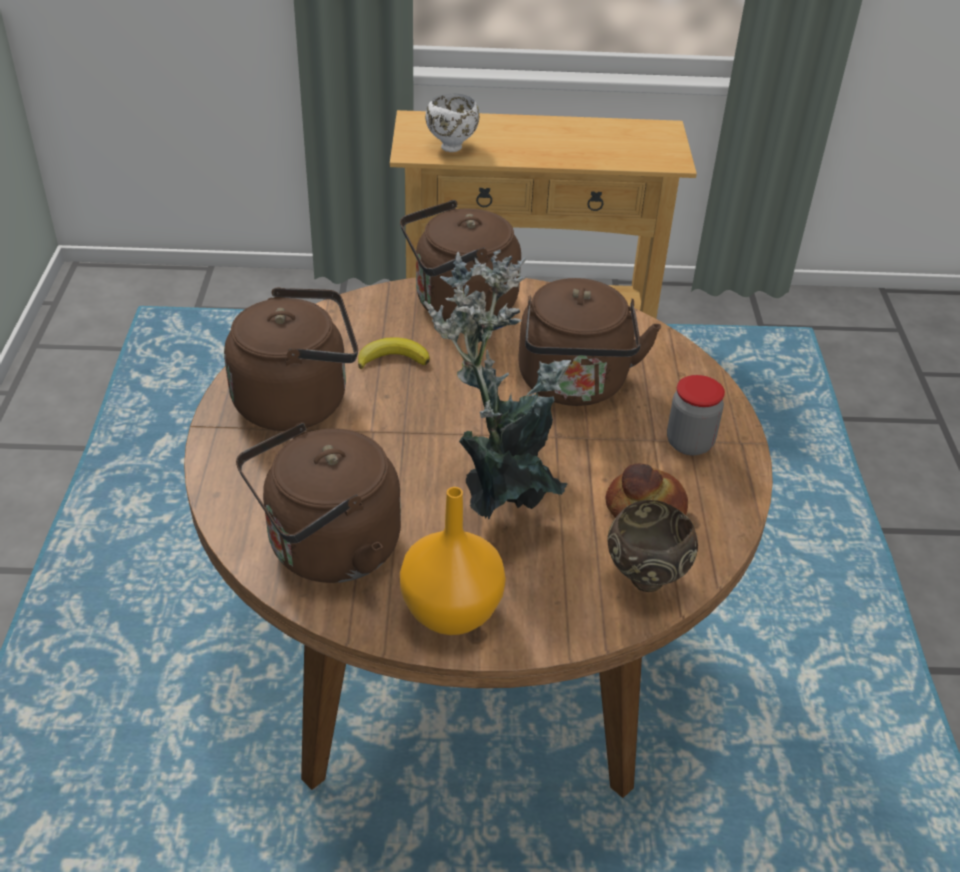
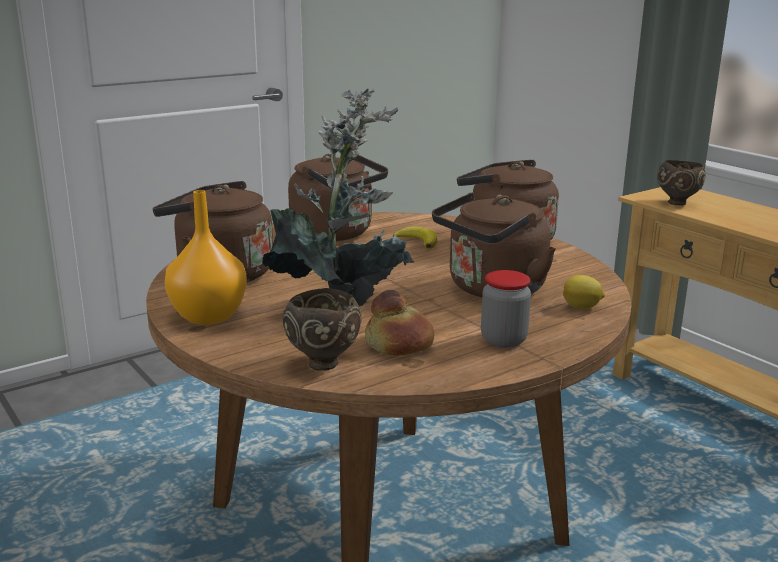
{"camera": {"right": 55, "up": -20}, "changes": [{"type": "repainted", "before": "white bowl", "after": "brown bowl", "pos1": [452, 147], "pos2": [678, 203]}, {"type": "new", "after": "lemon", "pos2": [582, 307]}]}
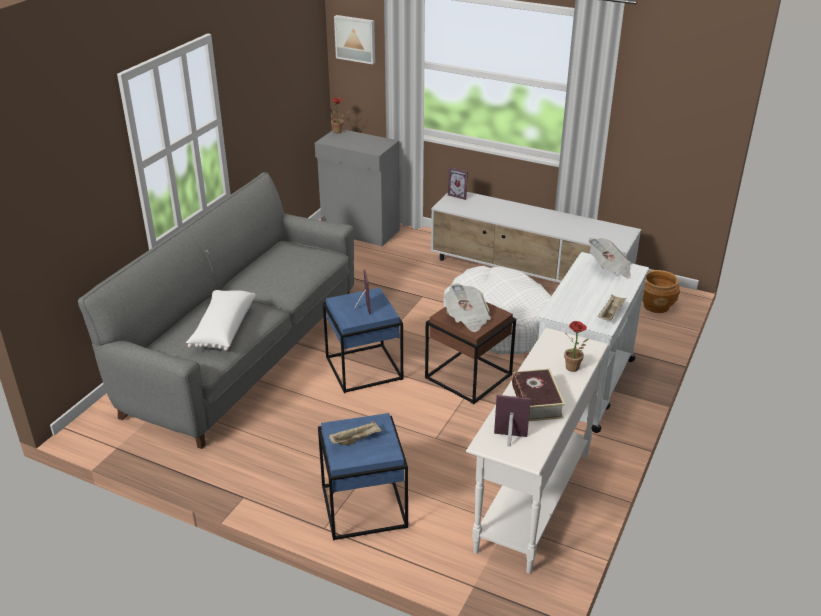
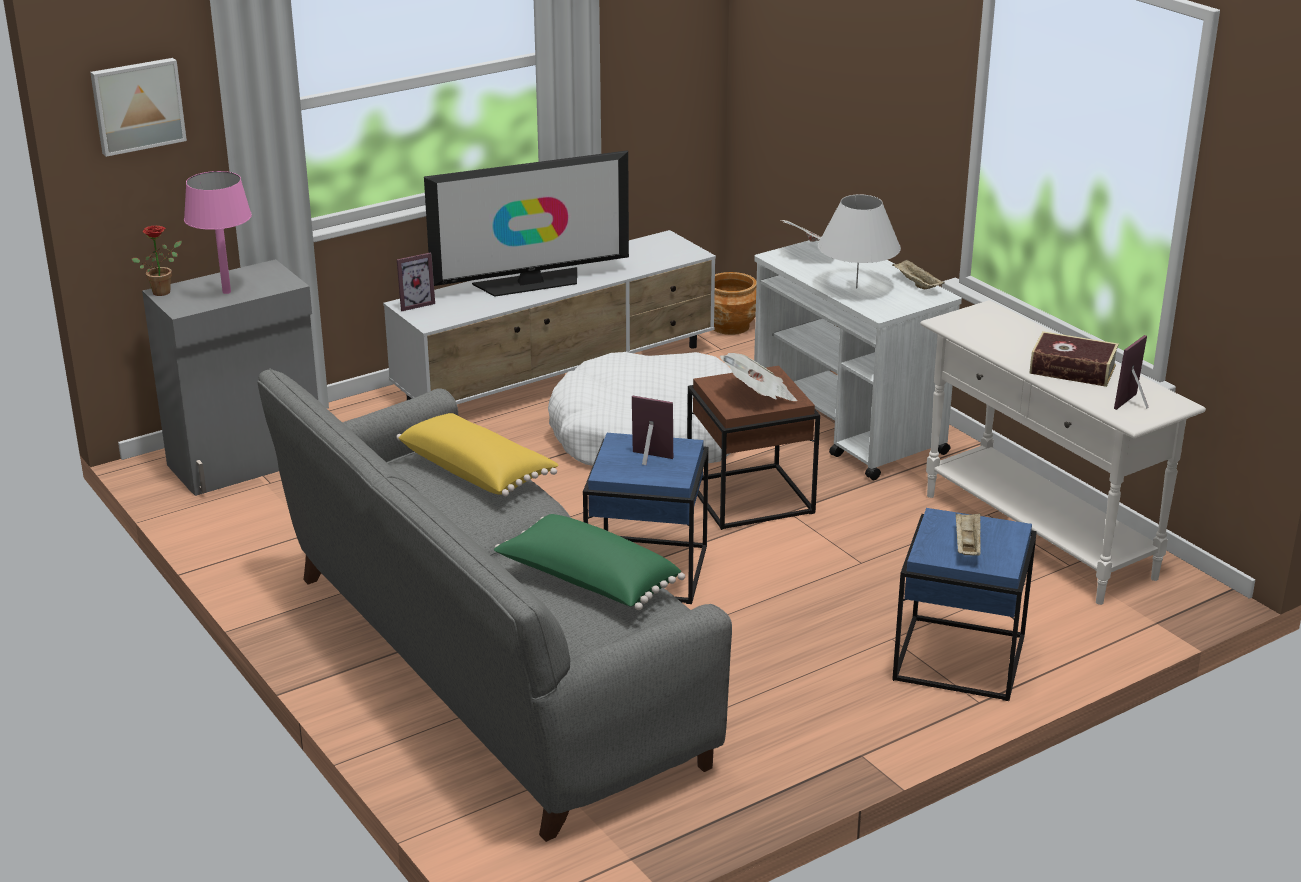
{"camera": {"right": -60, "up": -5}, "changes": [{"type": "repainted", "before": "white pillow", "after": "green pillow", "pos1": [222, 329], "pos2": [587, 582]}, {"type": "gone", "before": "potted plant", "pos1": [574, 369]}, {"type": "new", "after": "pink table lamp", "pos2": [227, 292]}, {"type": "new", "after": "yellow pillow", "pos2": [478, 471]}, {"type": "new", "after": "television", "pos2": [530, 283]}, {"type": "new", "after": "white table lamp", "pos2": [856, 288]}]}
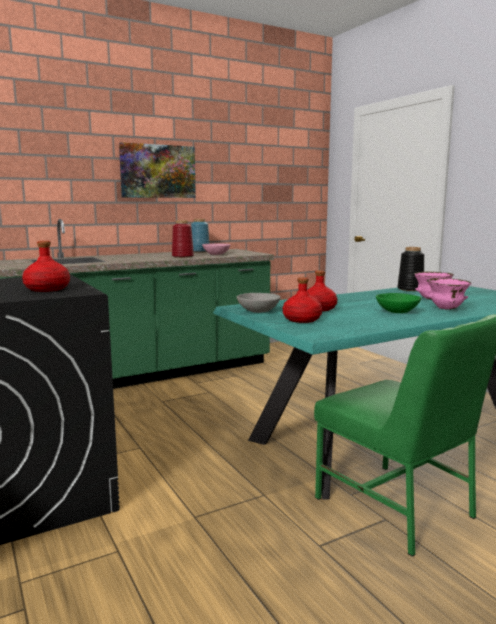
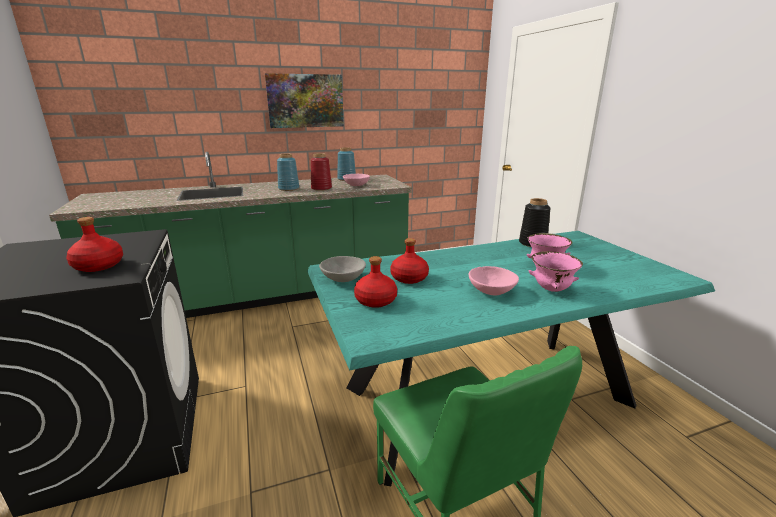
{"camera": {"right": 10, "up": 10}, "changes": [{"type": "repainted", "before": "green bowl", "after": "pink bowl", "pos1": [397, 312], "pos2": [491, 291]}, {"type": "new", "after": "blue vase", "pos2": [289, 188]}]}
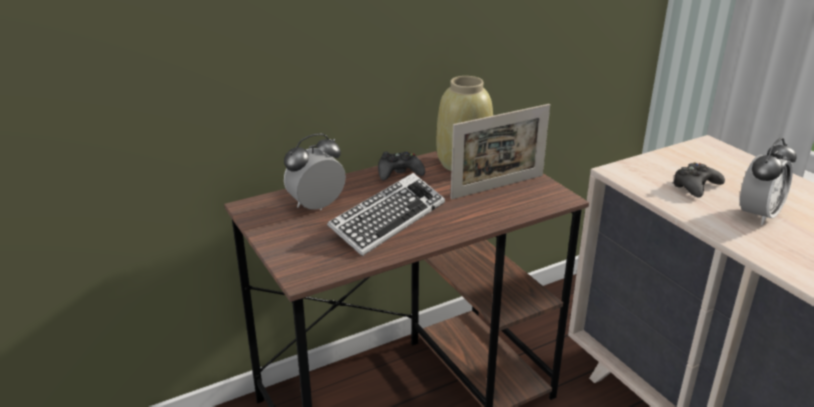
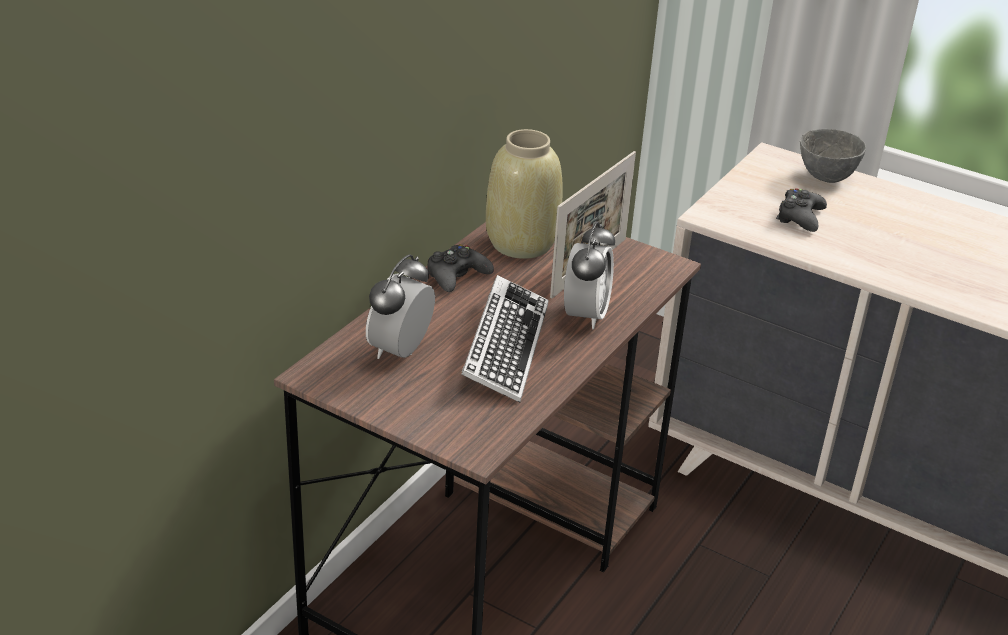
{"camera": {"right": -30, "up": 5}, "changes": [{"type": "shifted", "before": "alarm clock", "pos1": [758, 215], "pos2": [585, 315]}, {"type": "new", "after": "grey bowl", "pos2": [827, 178]}]}
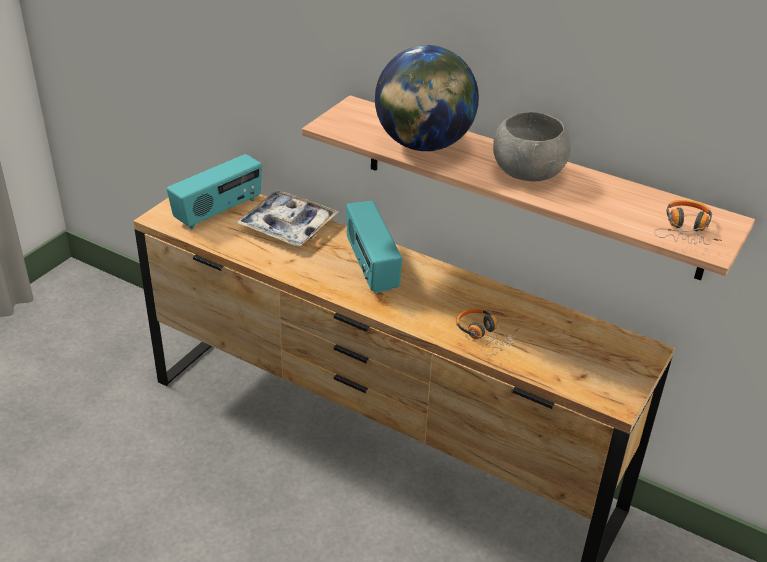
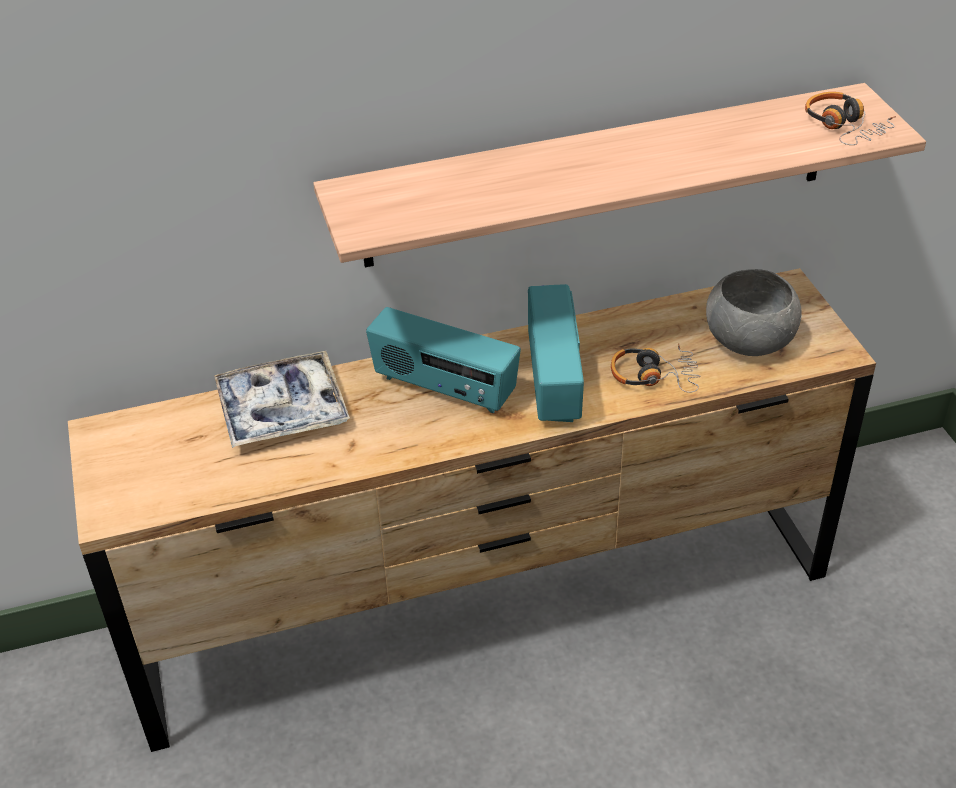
{"camera": {"right": -45, "up": 5}, "changes": [{"type": "shifted", "before": "radio", "pos1": [219, 211], "pos2": [555, 381]}, {"type": "gone", "before": "globe", "pos1": [423, 145]}, {"type": "shifted", "before": "grey bowl", "pos1": [528, 172], "pos2": [748, 340]}]}
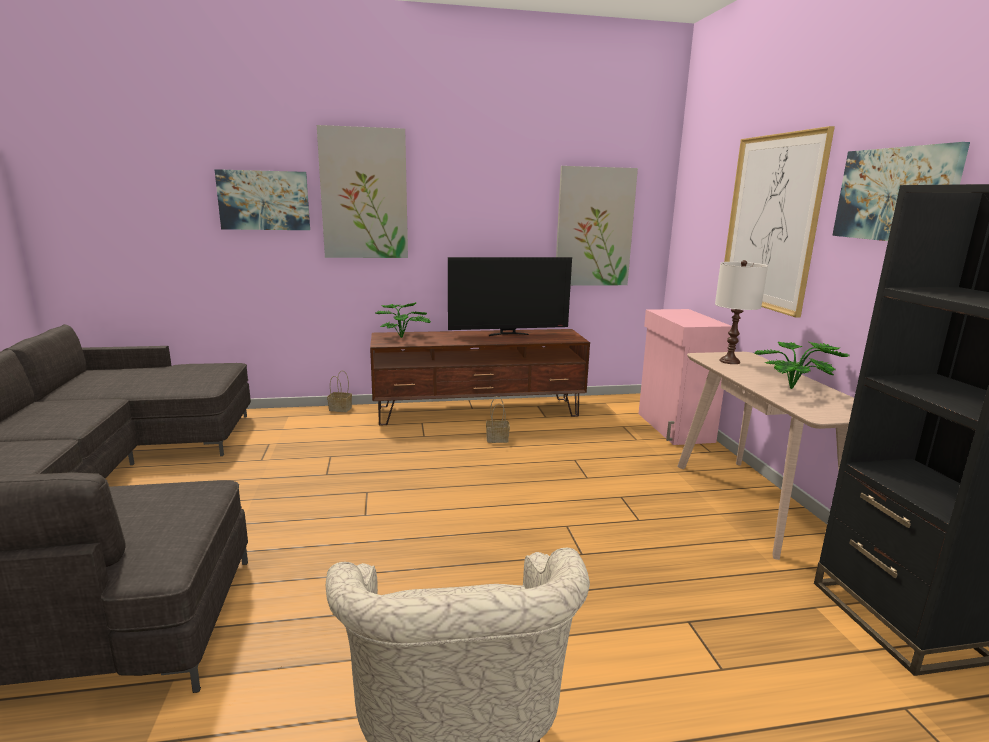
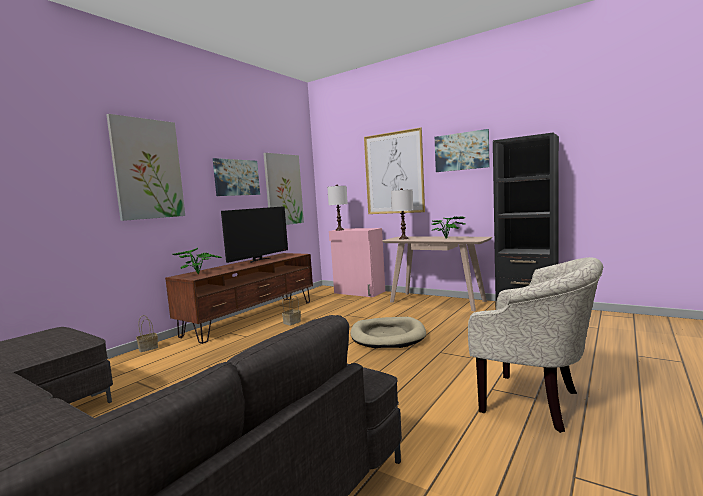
{"camera": {"right": -45, "up": -10}, "changes": [{"type": "shifted", "before": "picture", "pos1": [264, 200], "pos2": [236, 177]}, {"type": "new", "after": "white table lamp", "pos2": [339, 230]}, {"type": "new", "after": "beige dog bed", "pos2": [387, 336]}]}
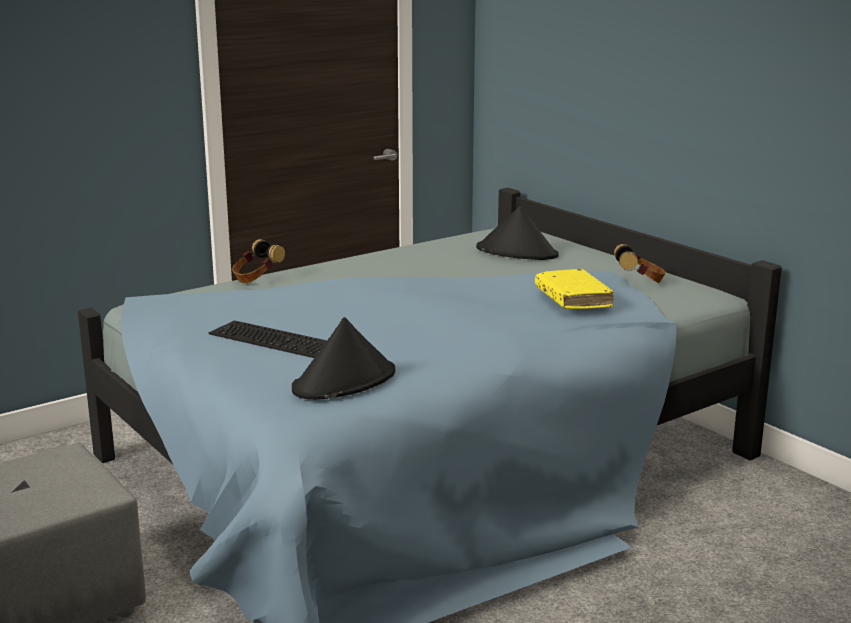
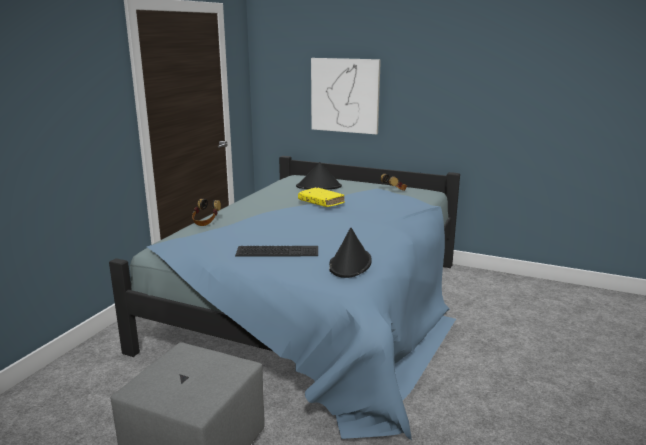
{"camera": {"right": -30, "up": 0}, "changes": [{"type": "shifted", "before": "yellow book", "pos1": [572, 298], "pos2": [321, 202]}, {"type": "new", "after": "picture", "pos2": [345, 95]}]}
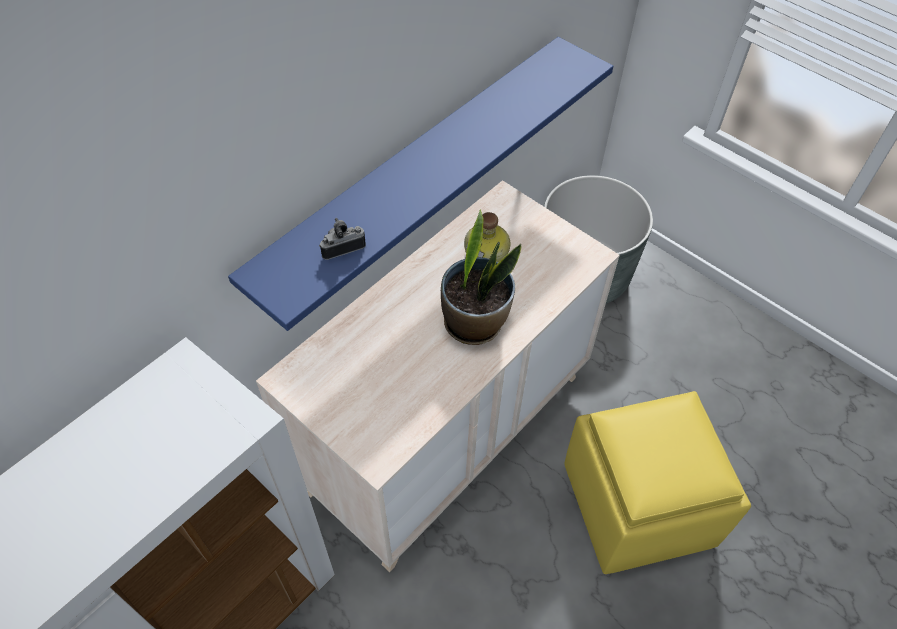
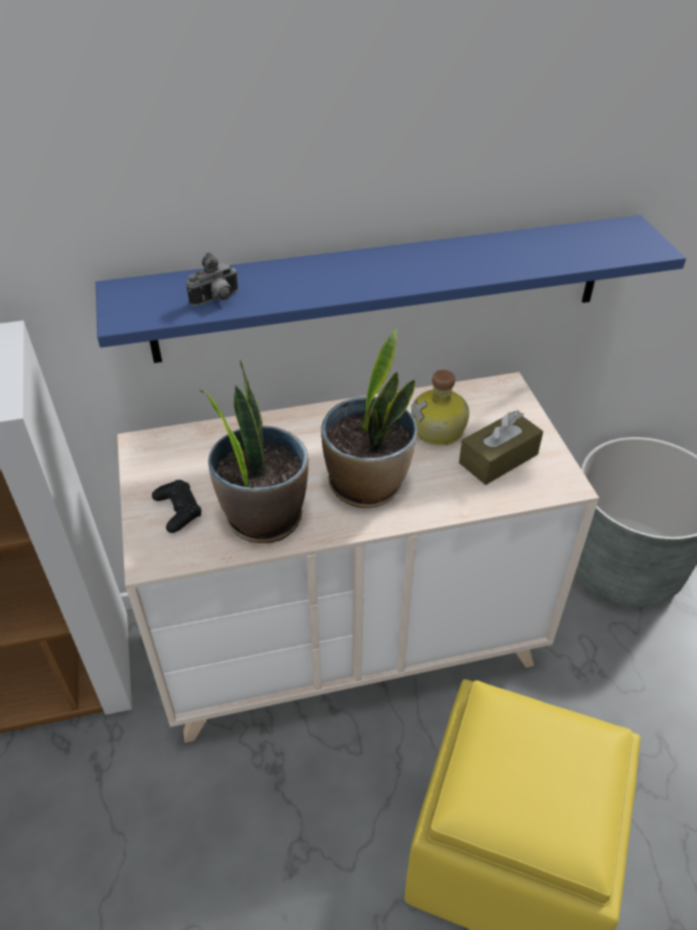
{"camera": {"right": 35, "up": -10}, "changes": [{"type": "rotated", "before": "photo camera", "pos1": [342, 248], "pos2": [217, 300], "turn": 135}, {"type": "new", "after": "black game controller", "pos2": [178, 510]}, {"type": "new", "after": "potted plant", "pos2": [263, 517]}, {"type": "new", "after": "brown tissue box", "pos2": [498, 458]}]}
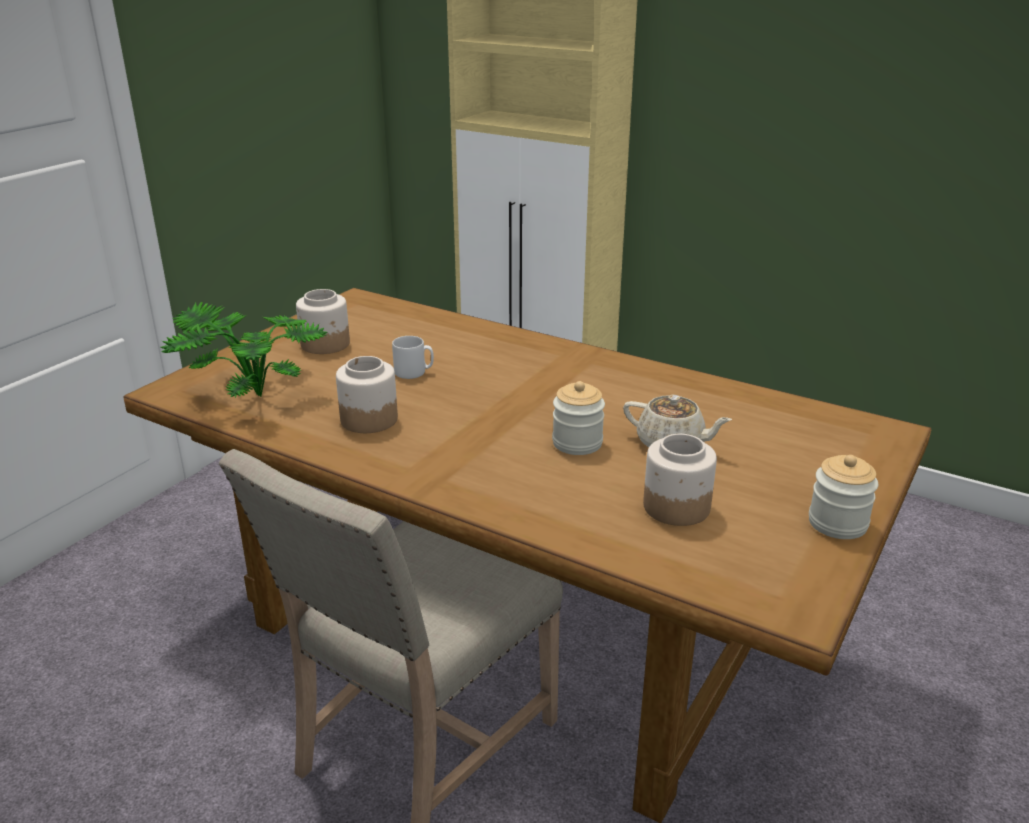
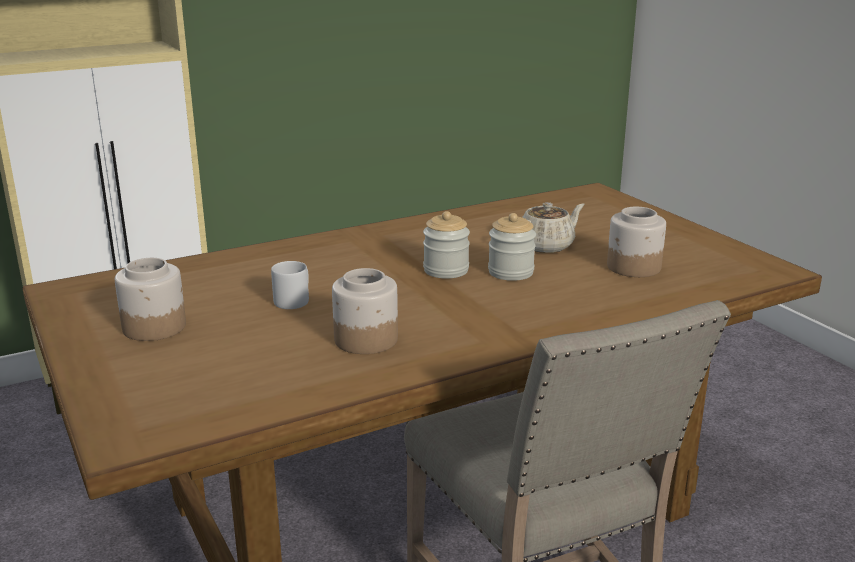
{"camera": {"right": -60, "up": -5}, "changes": [{"type": "gone", "before": "potted plant", "pos1": [252, 394]}, {"type": "shifted", "before": "jar", "pos1": [837, 523], "pos2": [446, 270]}]}
